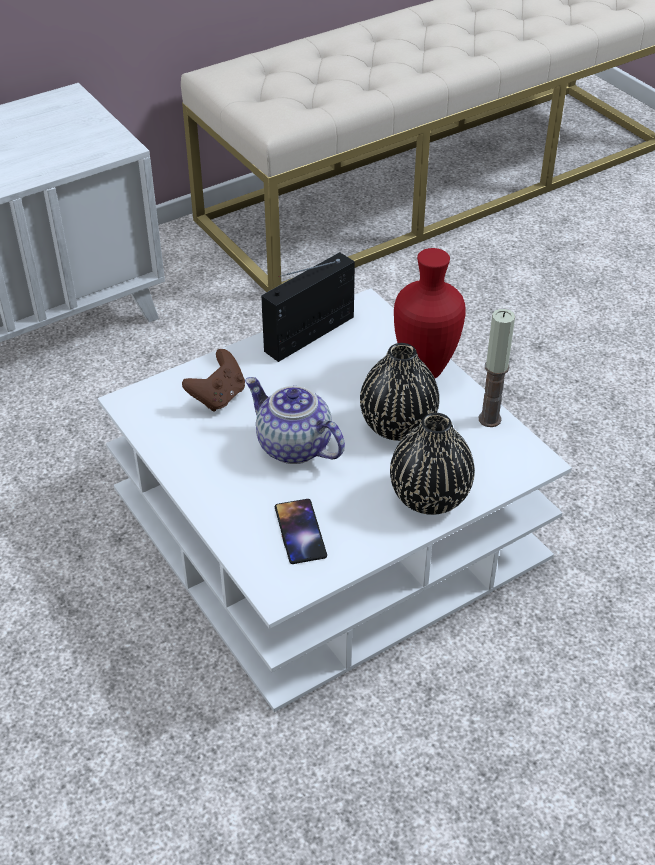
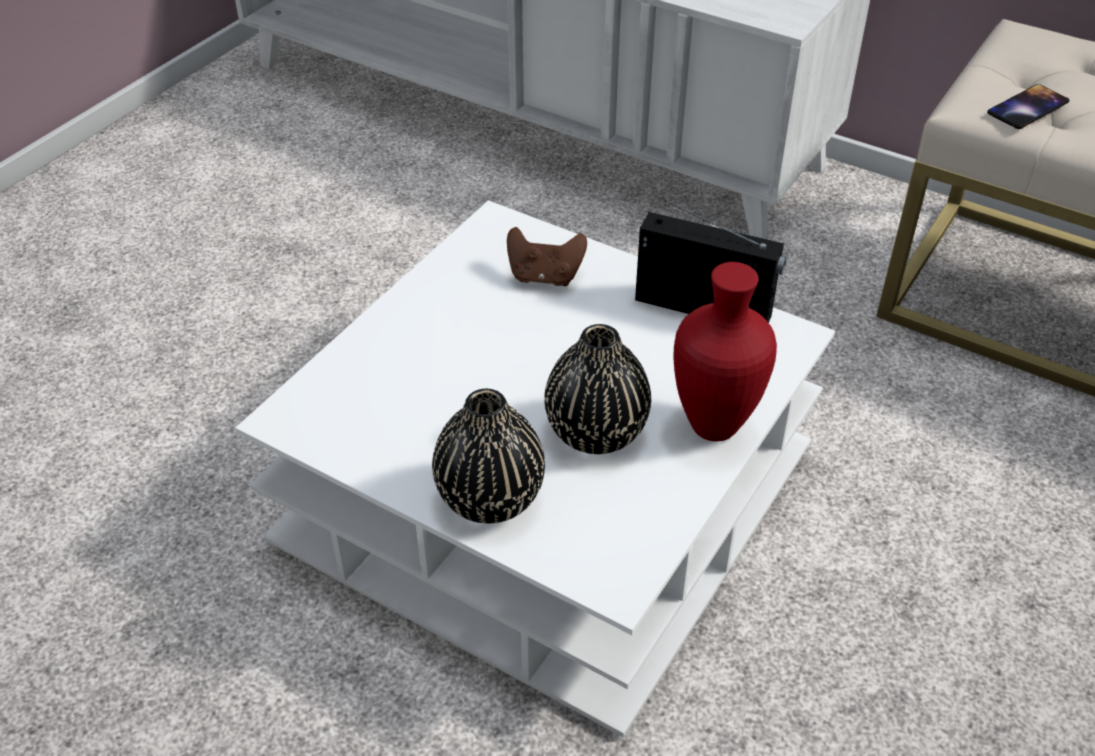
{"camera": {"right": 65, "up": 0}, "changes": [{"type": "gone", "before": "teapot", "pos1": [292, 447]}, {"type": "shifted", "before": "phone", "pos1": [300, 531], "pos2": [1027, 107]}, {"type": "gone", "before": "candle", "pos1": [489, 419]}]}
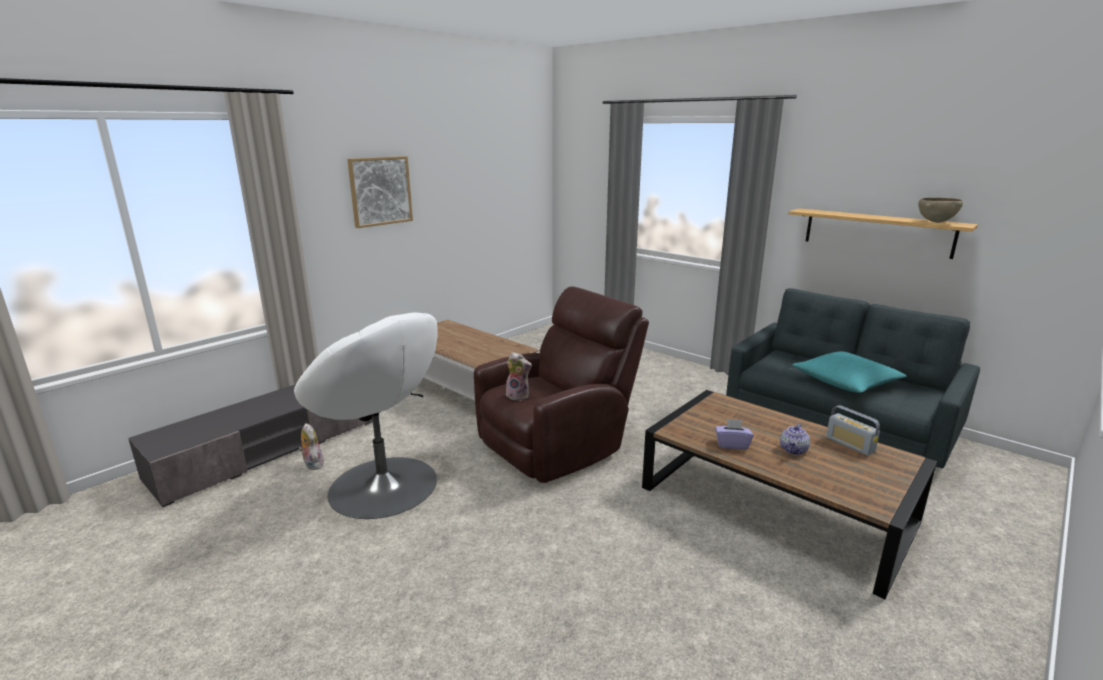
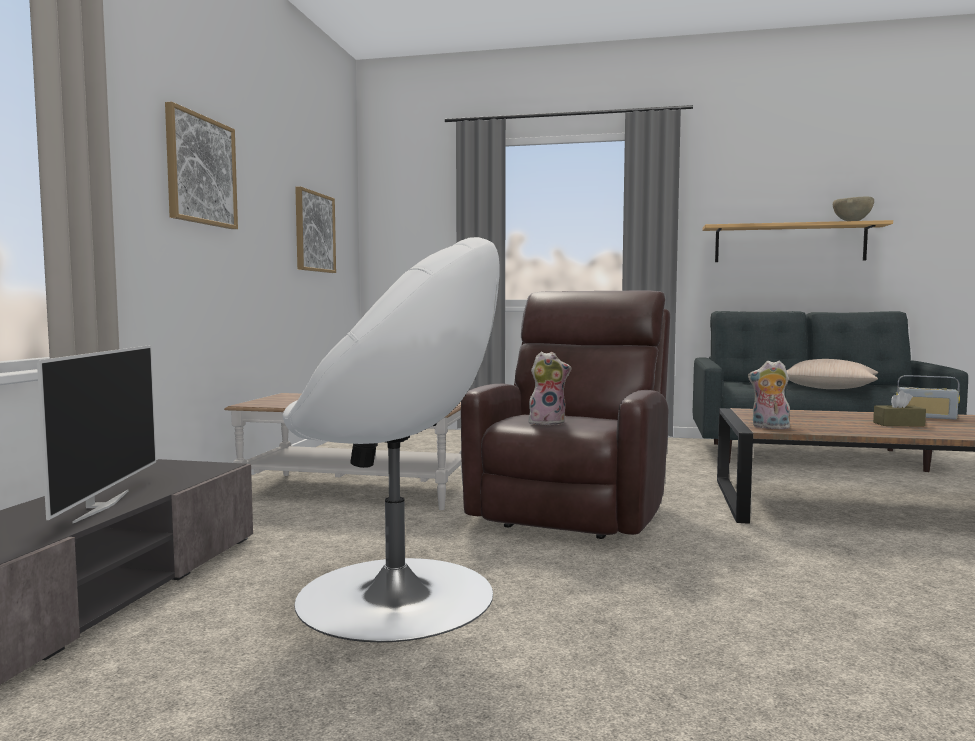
{"camera": {"right": -30, "up": -15}, "changes": [{"type": "shifted", "before": "plush toy", "pos1": [312, 464], "pos2": [769, 427]}, {"type": "gone", "before": "purple tissue box", "pos1": [732, 444]}, {"type": "swapped", "before": "teapot", "after": "brown tissue box", "pos1": [793, 450], "pos2": [898, 424]}, {"type": "repainted", "before": "turquoise pillow", "after": "beige pillow", "pos1": [846, 382], "pos2": [829, 388]}, {"type": "new", "after": "television", "pos2": [100, 506]}, {"type": "new", "after": "picture", "pos2": [314, 232]}]}
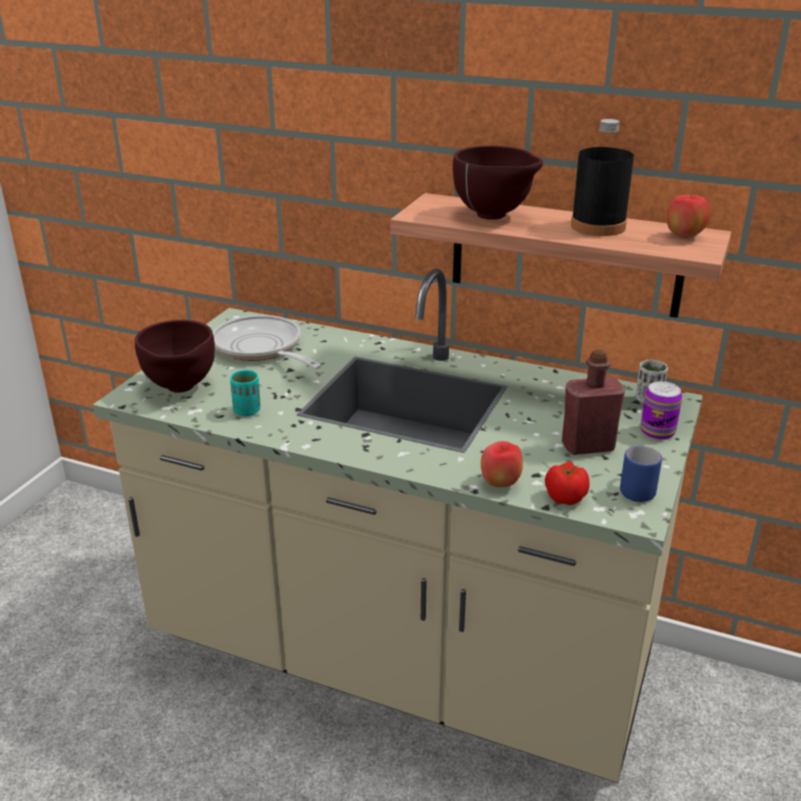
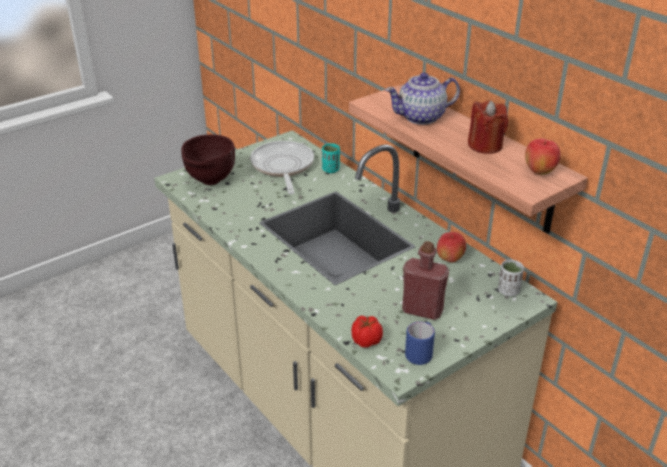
{"camera": {"right": 30, "up": 5}, "changes": [{"type": "shifted", "before": "turquoise cup", "pos1": [247, 411], "pos2": [330, 169]}, {"type": "swapped", "before": "brown bowl", "after": "teapot", "pos1": [495, 216], "pos2": [422, 117]}, {"type": "shifted", "before": "apple", "pos1": [500, 483], "pos2": [450, 259]}, {"type": "swapped", "before": "black bottle", "after": "red candle", "pos1": [598, 226], "pos2": [485, 145]}, {"type": "gone", "before": "can", "pos1": [657, 432]}]}
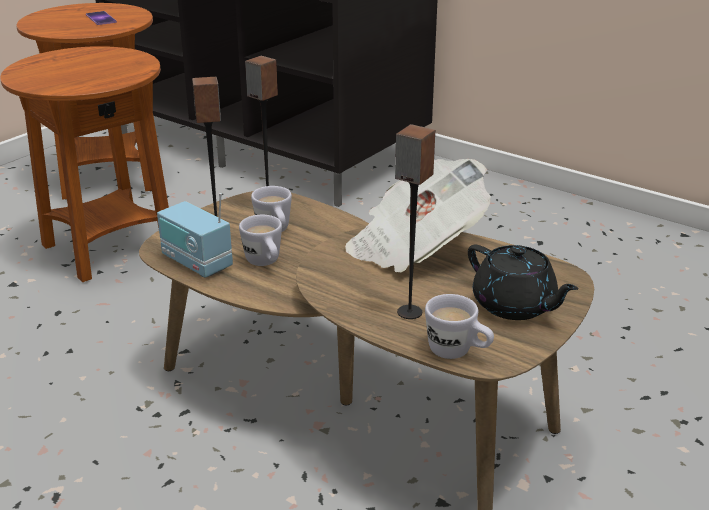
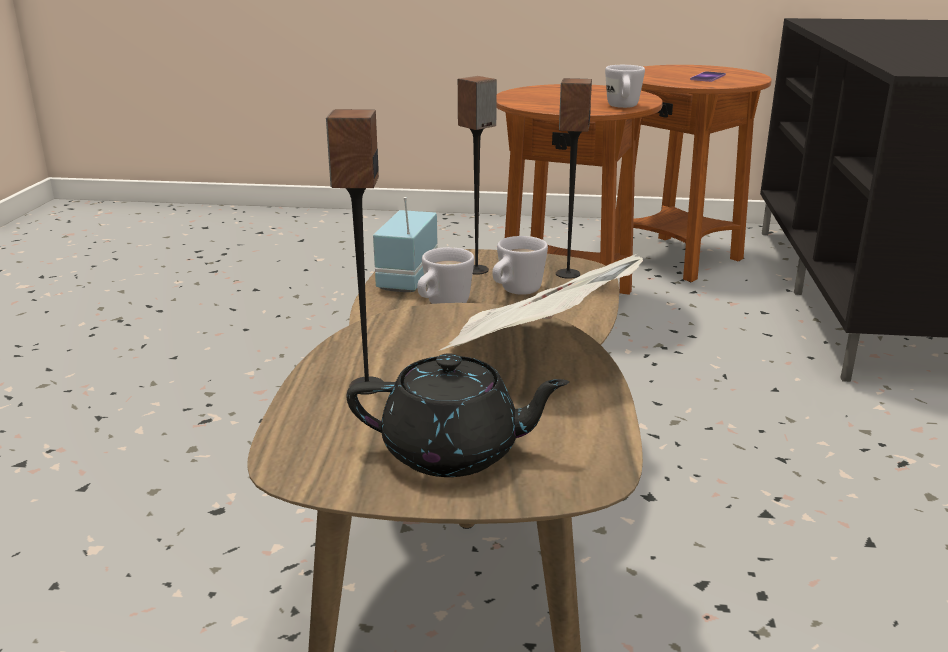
{"camera": {"right": 60, "up": -5}, "changes": [{"type": "shifted", "before": "white mug", "pos1": [458, 353], "pos2": [623, 107]}, {"type": "rotated", "before": "black teapot", "pos1": [515, 306], "pos2": [454, 452], "turn": -105}]}
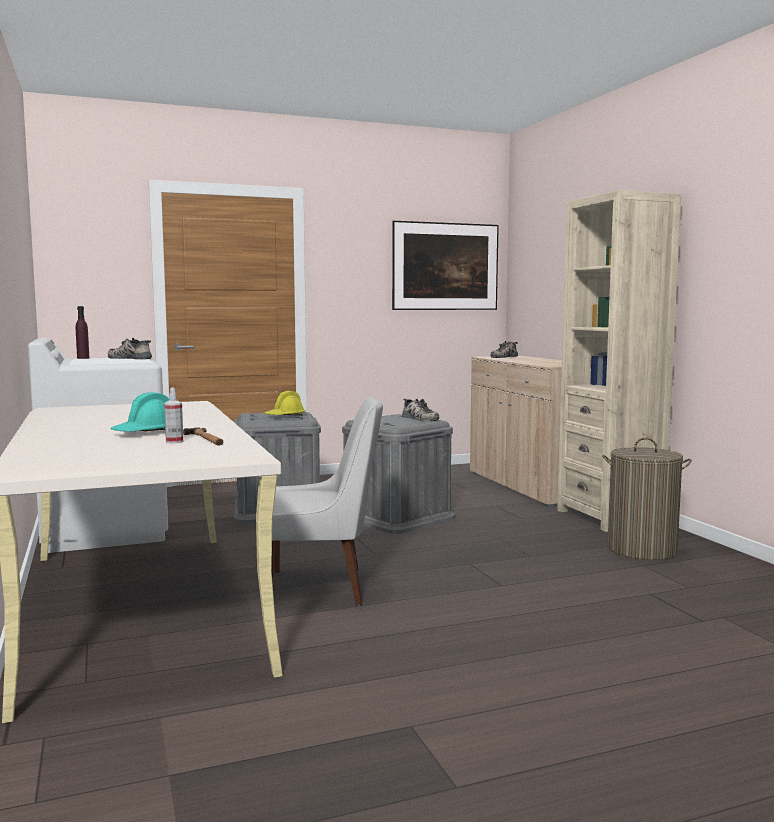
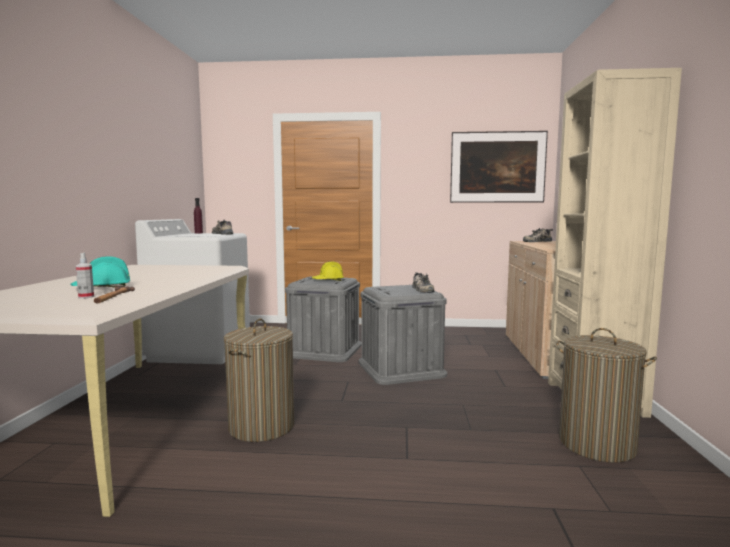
{"camera": {"right": 25, "up": 0}, "changes": [{"type": "swapped", "before": "white chair", "after": "laundry basket", "pos1": [321, 587], "pos2": [261, 426]}]}
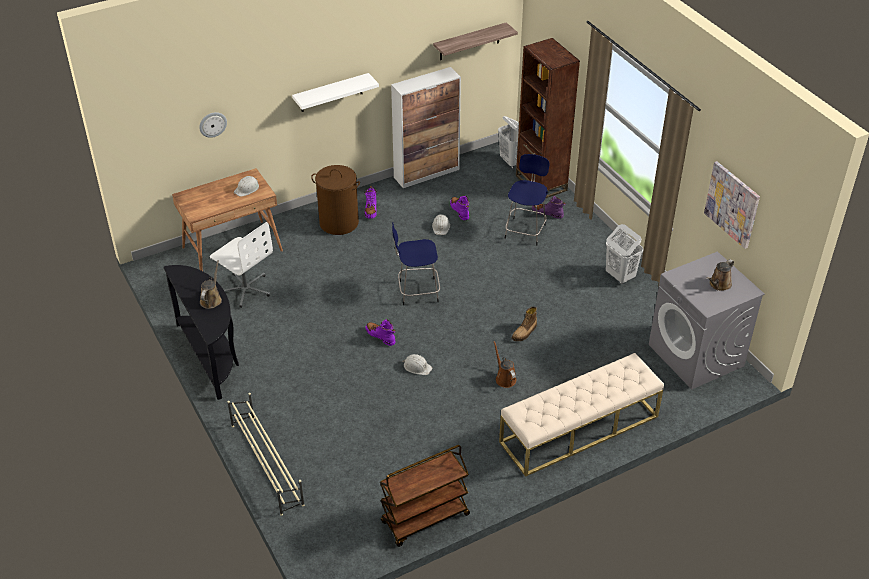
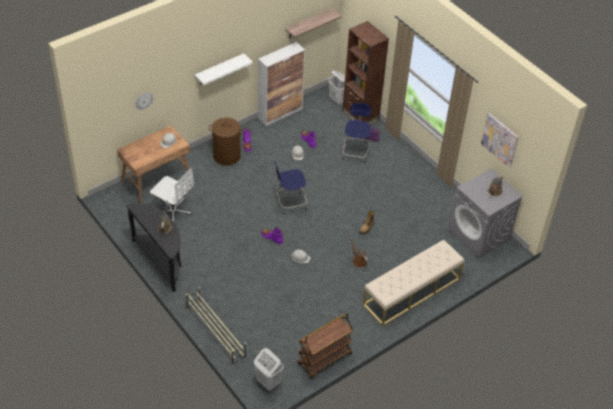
{"camera": {"right": -10, "up": 5}, "changes": [{"type": "shifted", "before": "white laundry basket", "pos1": [619, 276], "pos2": [268, 382]}]}
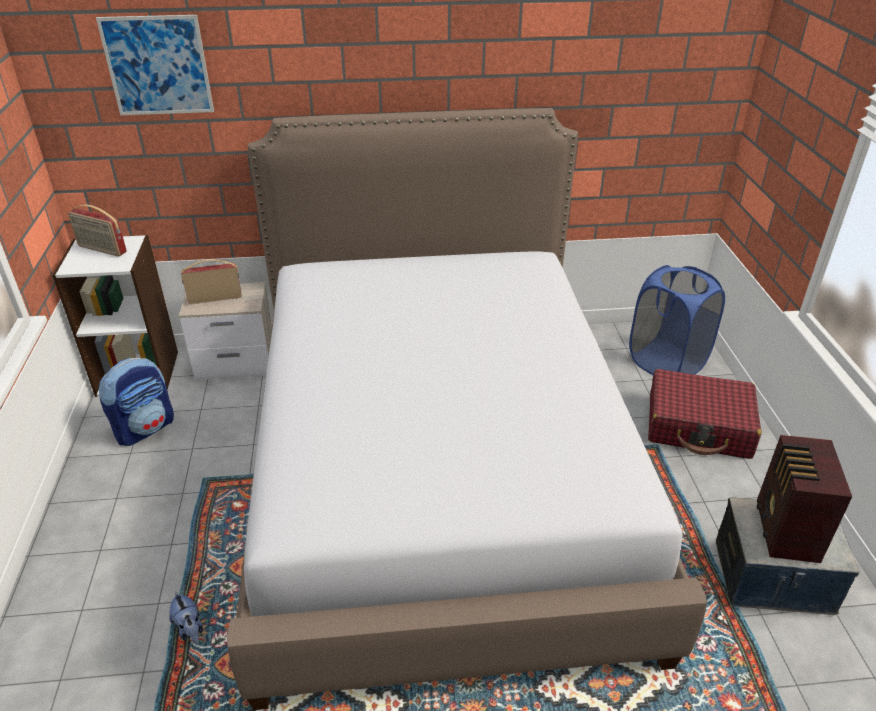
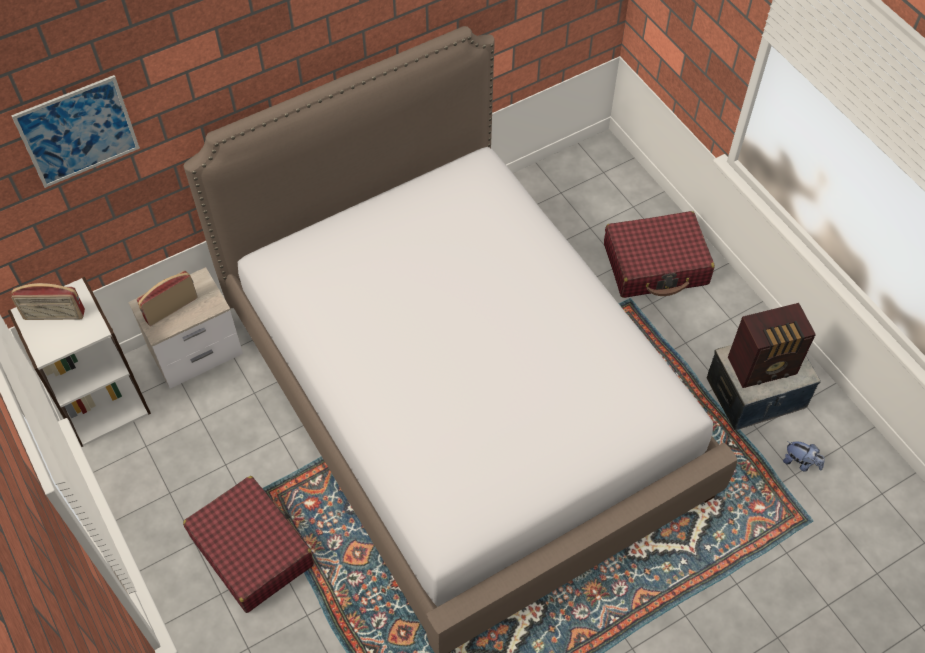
{"camera": {"right": -25, "up": 20}, "changes": [{"type": "gone", "before": "backpack", "pos1": [145, 428]}, {"type": "shifted", "before": "plush toy", "pos1": [190, 629], "pos2": [800, 462]}, {"type": "gone", "before": "blue laundry basket", "pos1": [666, 363]}, {"type": "rotated", "before": "radio", "pos1": [785, 532], "pos2": [763, 367], "turn": -90}, {"type": "new", "after": "red suitcase", "pos2": [252, 550]}]}
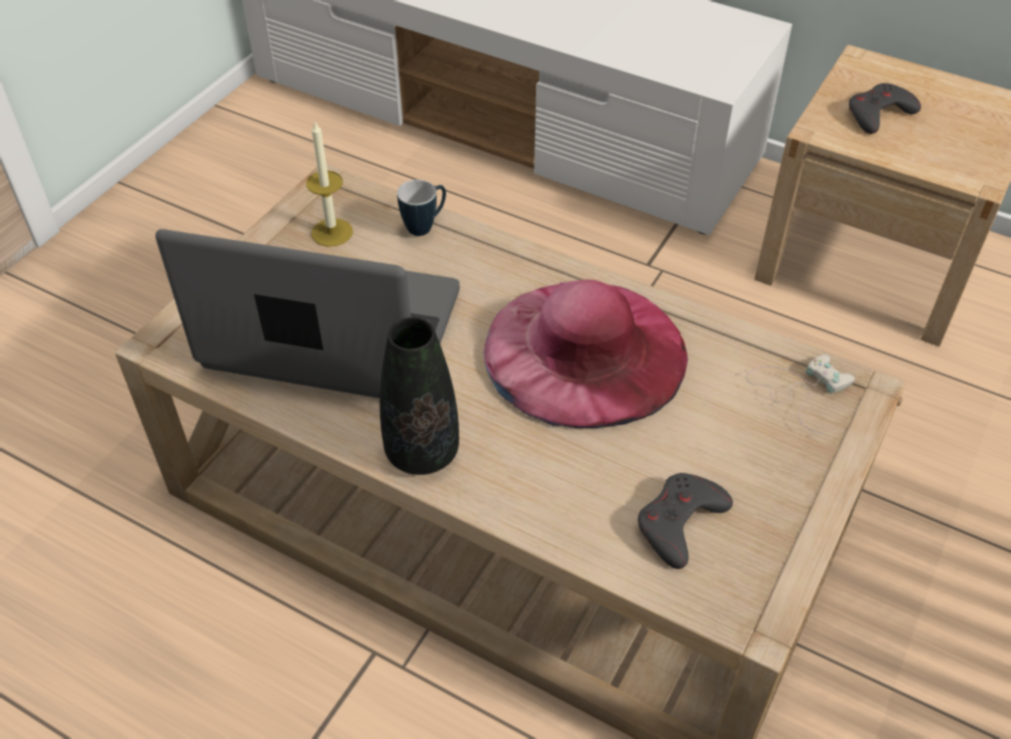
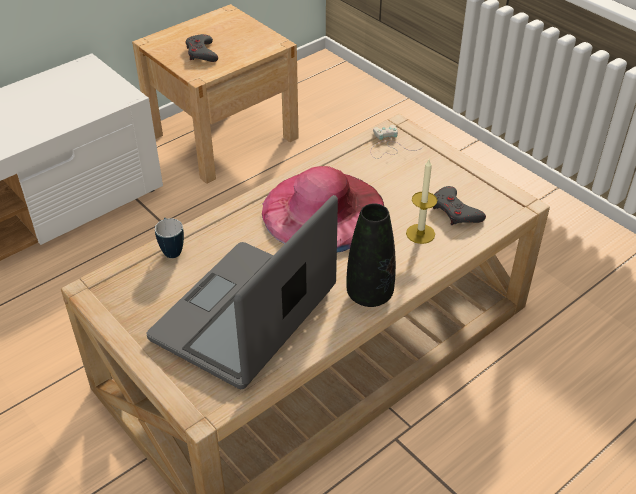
{"camera": {"right": -70, "up": -5}, "changes": [{"type": "shifted", "before": "candle", "pos1": [332, 232], "pos2": [420, 233]}]}
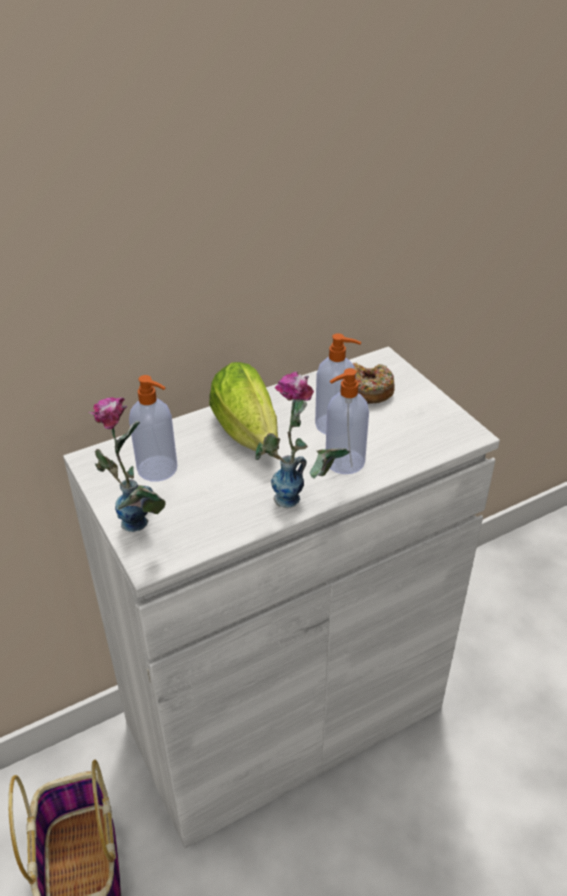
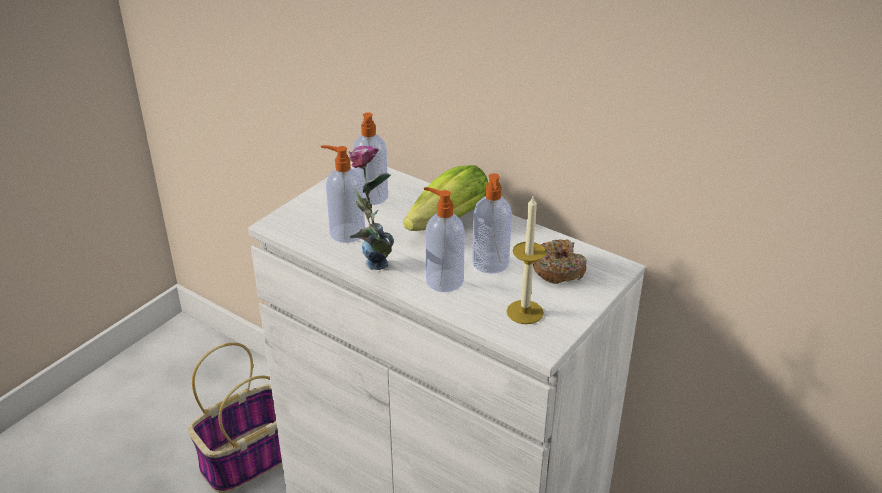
{"camera": {"right": 65, "up": -5}, "changes": [{"type": "gone", "before": "vase", "pos1": [138, 536]}, {"type": "new", "after": "soap dispenser", "pos2": [346, 233]}, {"type": "new", "after": "candle", "pos2": [525, 312]}]}
